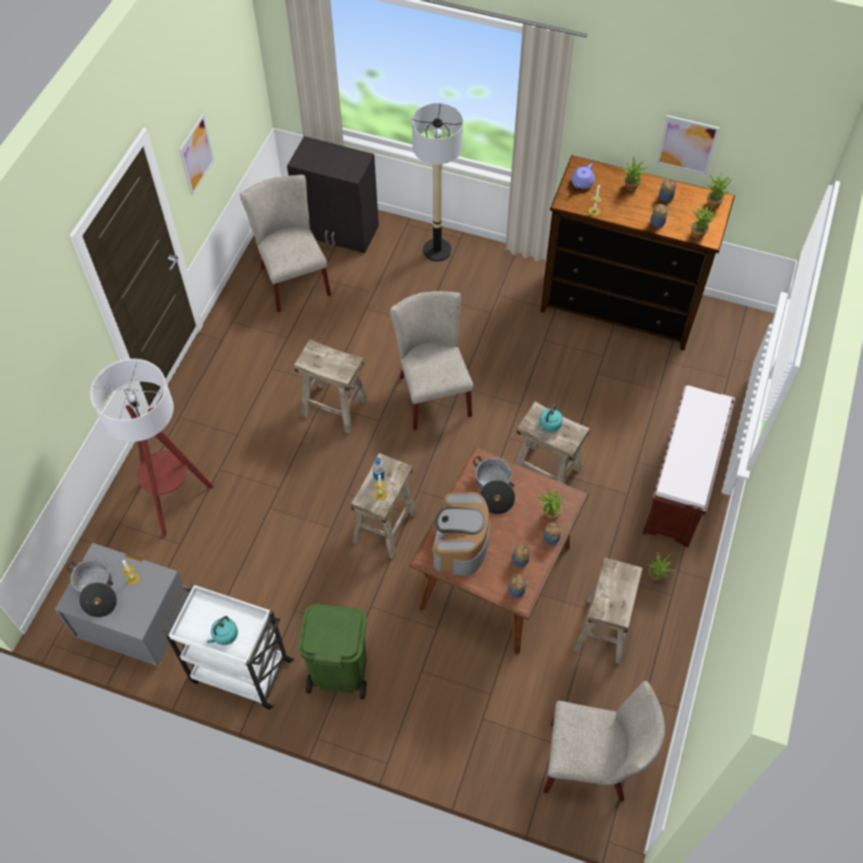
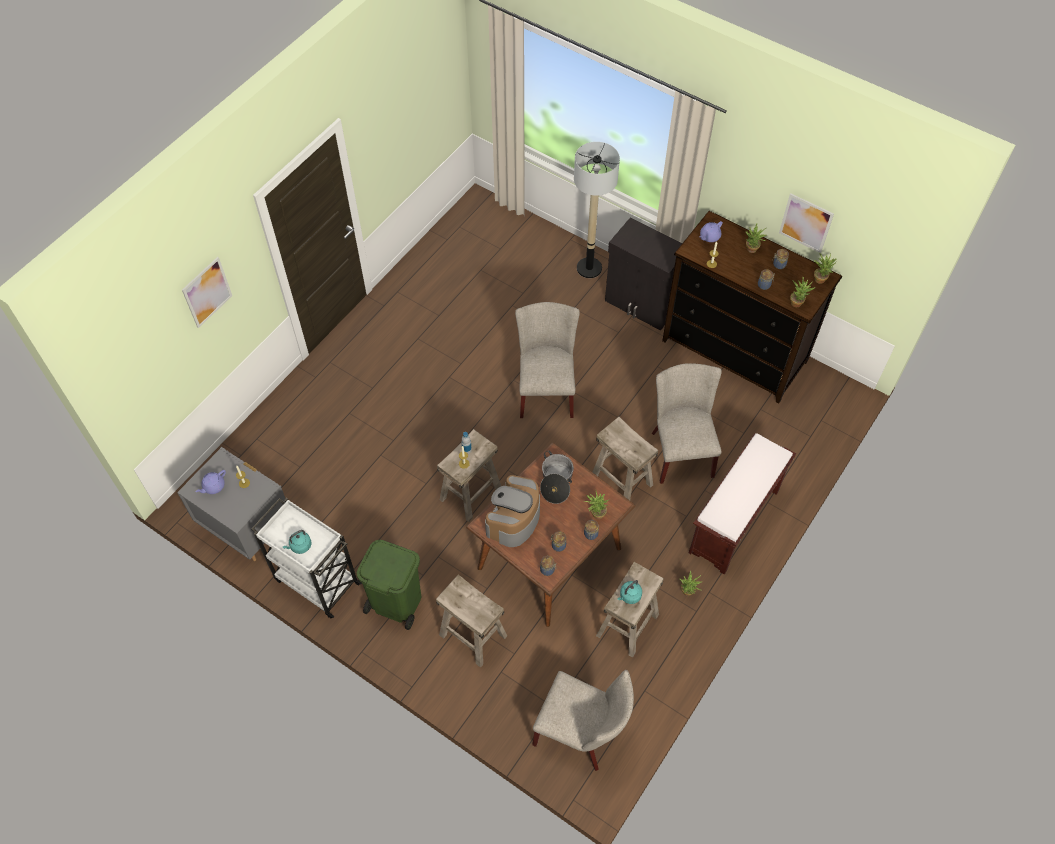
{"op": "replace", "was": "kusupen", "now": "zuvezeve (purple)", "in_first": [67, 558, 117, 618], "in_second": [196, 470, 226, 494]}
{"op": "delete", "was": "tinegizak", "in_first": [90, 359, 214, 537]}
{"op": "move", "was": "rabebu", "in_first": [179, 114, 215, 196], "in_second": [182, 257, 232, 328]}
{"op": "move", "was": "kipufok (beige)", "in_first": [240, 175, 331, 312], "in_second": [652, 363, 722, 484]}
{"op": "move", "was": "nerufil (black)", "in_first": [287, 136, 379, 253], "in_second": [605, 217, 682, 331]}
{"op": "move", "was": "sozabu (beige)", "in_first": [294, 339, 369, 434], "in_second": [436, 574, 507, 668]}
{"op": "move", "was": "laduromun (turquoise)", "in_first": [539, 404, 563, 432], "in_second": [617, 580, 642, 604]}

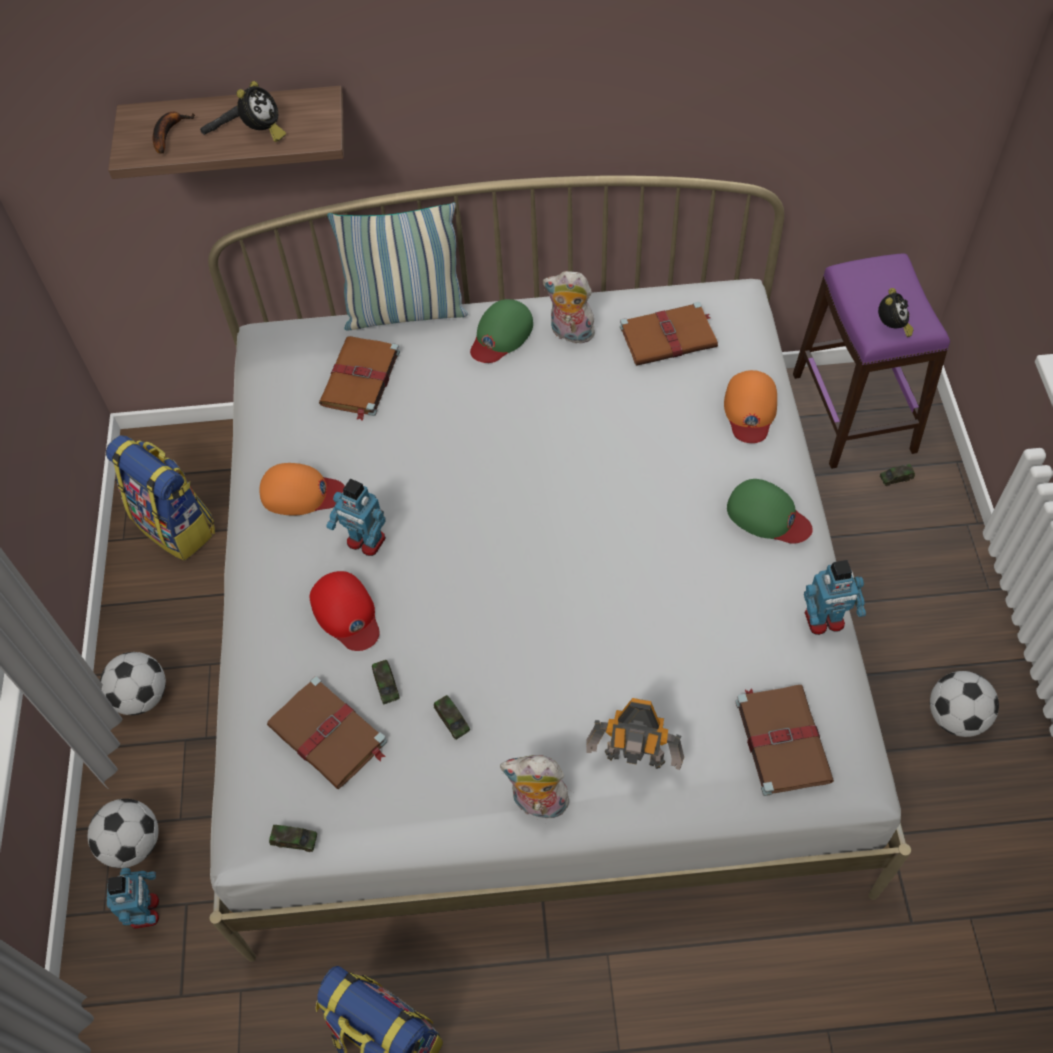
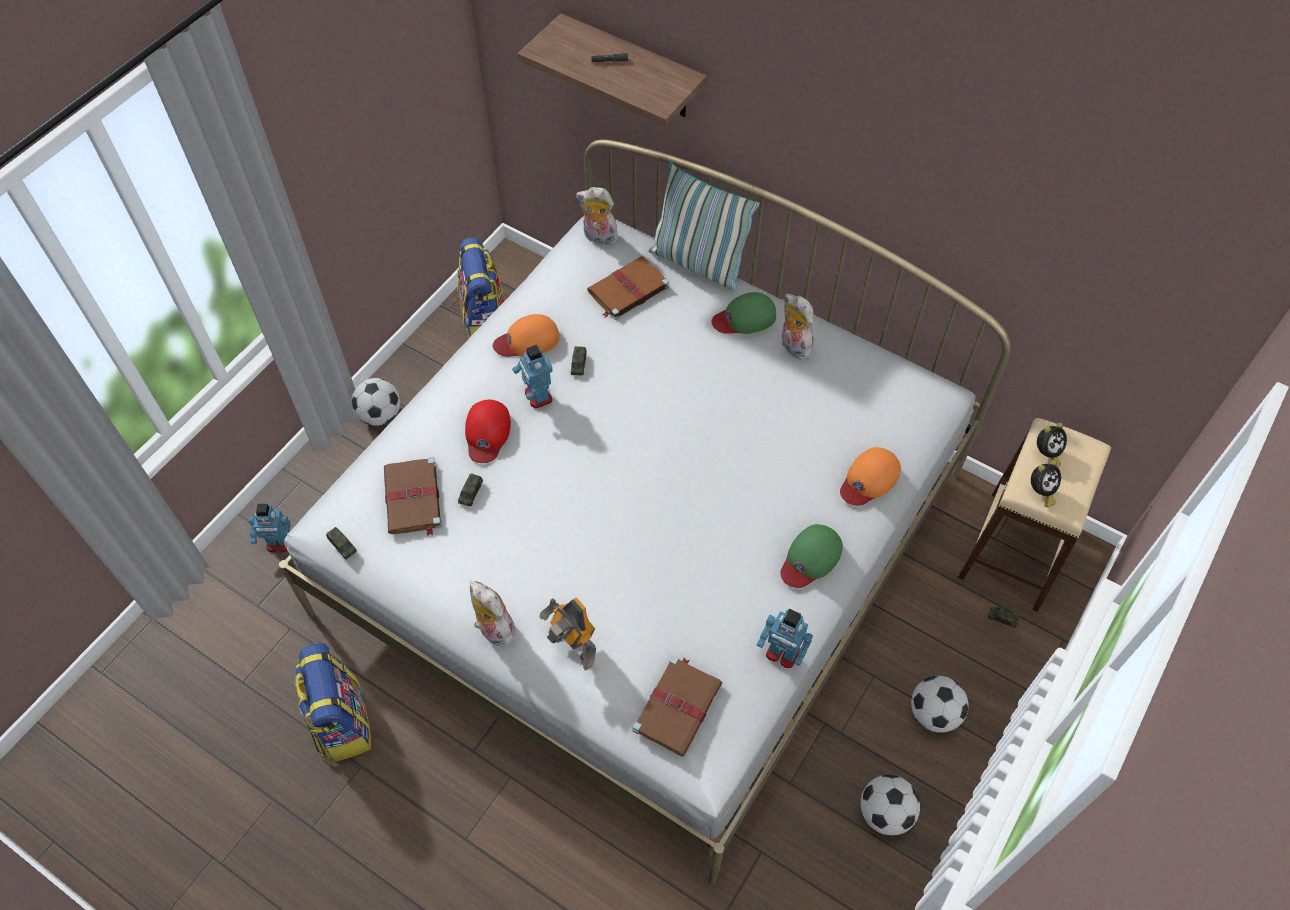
{"op": "move", "was": "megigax", "in_first": [88, 799, 158, 868], "in_second": [911, 676, 969, 733]}
{"op": "rotate", "was": "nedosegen", "in_first": [107, 868, 159, 929], "in_second": [248, 504, 291, 552], "clockwise": 60}
{"op": "delete", "was": "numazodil", "in_first": [153, 112, 195, 153]}
{"op": "move", "was": "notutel", "in_first": [236, 81, 286, 142], "in_second": [1037, 423, 1067, 467]}
{"op": "rotate", "was": "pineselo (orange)", "in_first": [259, 463, 345, 515], "in_second": [493, 314, 560, 357], "clockwise": 120}
{"op": "move", "was": "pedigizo", "in_first": [434, 695, 470, 740], "in_second": [571, 346, 587, 375]}
{"op": "delete", "was": "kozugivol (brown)", "in_first": [620, 302, 718, 366]}
{"op": "rotate", "was": "pineselo (green)", "in_first": [727, 479, 813, 544], "in_second": [781, 524, 843, 588], "clockwise": 60}
{"op": "recolor", "was": "sozabu (purple)", "now": "sozabu (beige)", "in_first": [793, 253, 950, 469], "in_second": [958, 418, 1111, 612]}
{"op": "insert", "now": "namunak", "in_second": [576, 187, 618, 245]}

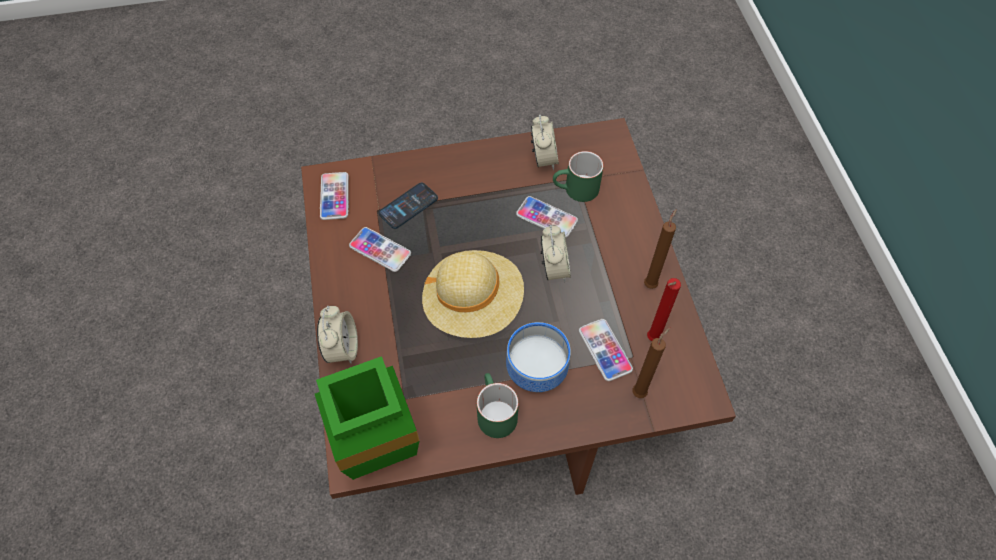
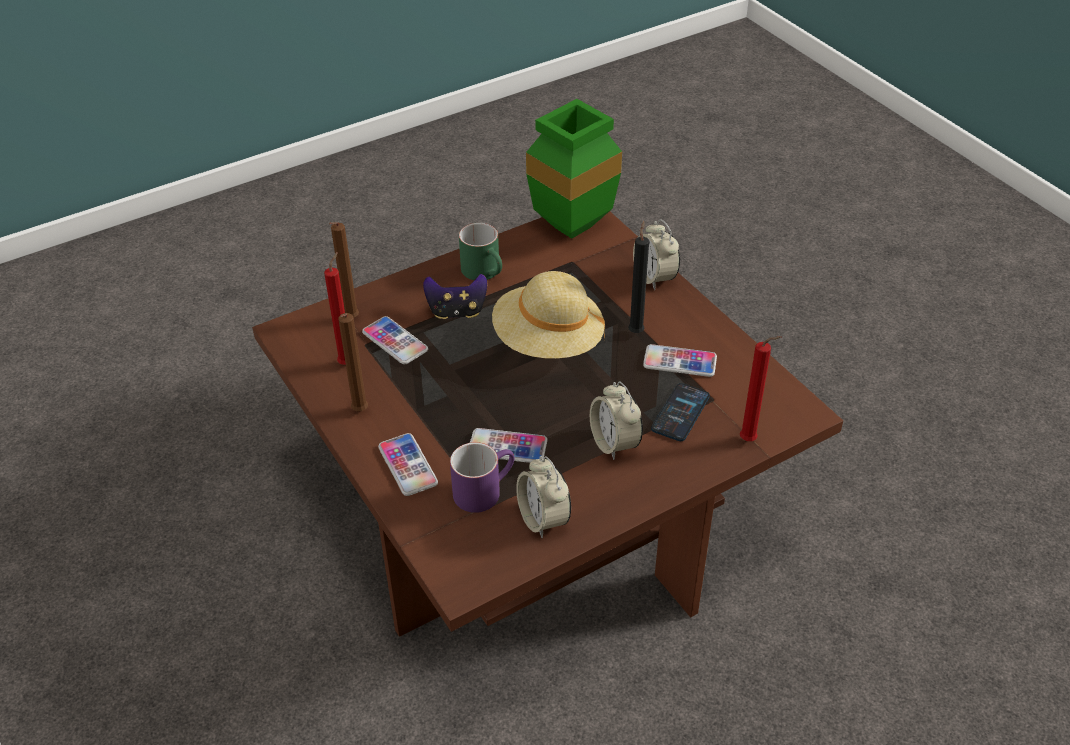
{"op": "move", "was": "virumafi", "in_first": [320, 172, 349, 220], "in_second": [378, 433, 438, 496]}
{"op": "replace", "was": "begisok", "now": "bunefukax", "in_first": [506, 322, 571, 392], "in_second": [423, 274, 487, 319]}
{"op": "move", "was": "notutel", "in_first": [541, 225, 571, 282], "in_second": [590, 381, 643, 460]}
{"op": "recolor", "was": "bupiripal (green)", "now": "bupiripal (purple)", "in_first": [553, 151, 604, 202], "in_second": [450, 442, 514, 513]}
{"op": "insert", "now": "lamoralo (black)", "in_second": [628, 221, 649, 333]}
{"op": "insert", "now": "lamoralo (red)", "in_second": [740, 336, 782, 441]}

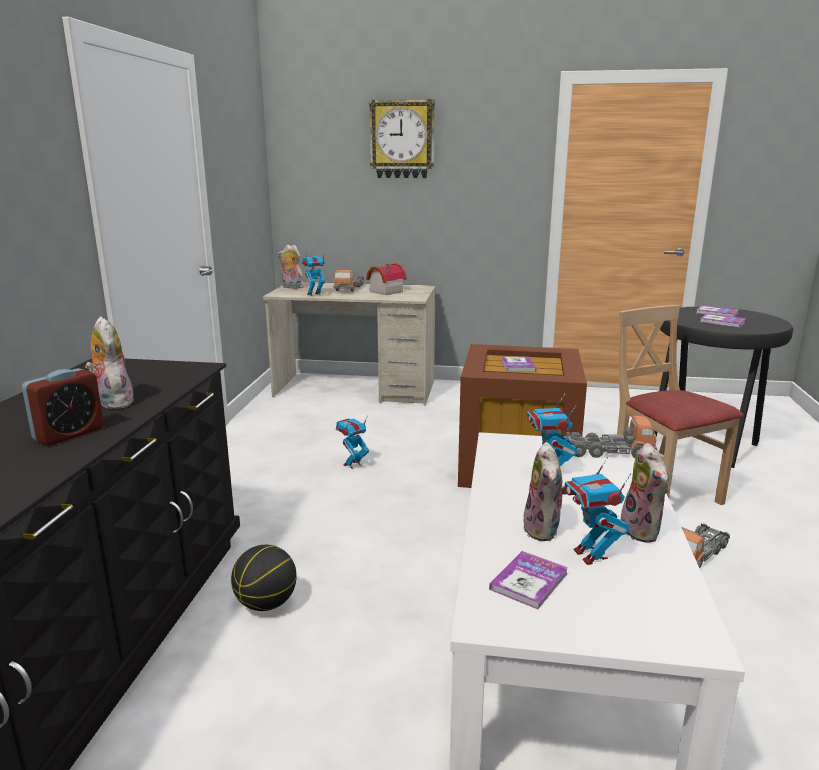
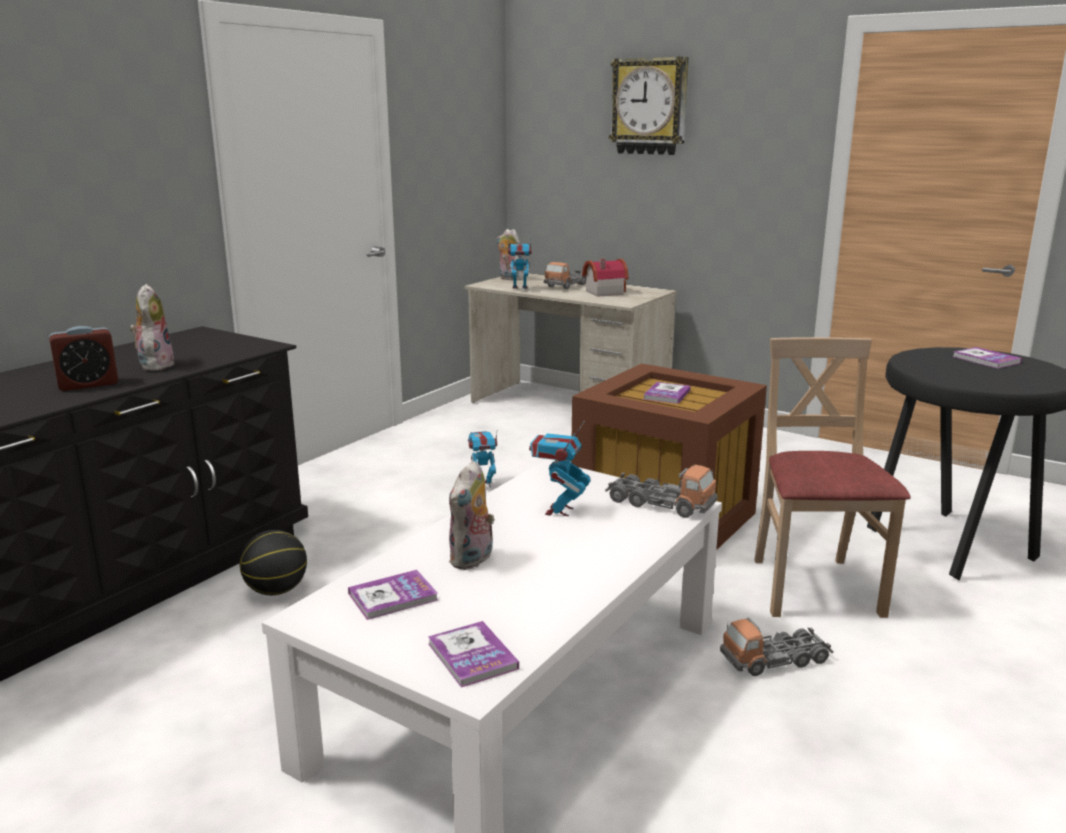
{"op": "delete", "was": "nedosegen", "in_first": [564, 456, 632, 565]}
{"op": "delete", "was": "namunak", "in_first": [621, 443, 669, 543]}
{"op": "move", "was": "kozugivol", "in_first": [700, 313, 746, 328], "in_second": [428, 621, 519, 688]}

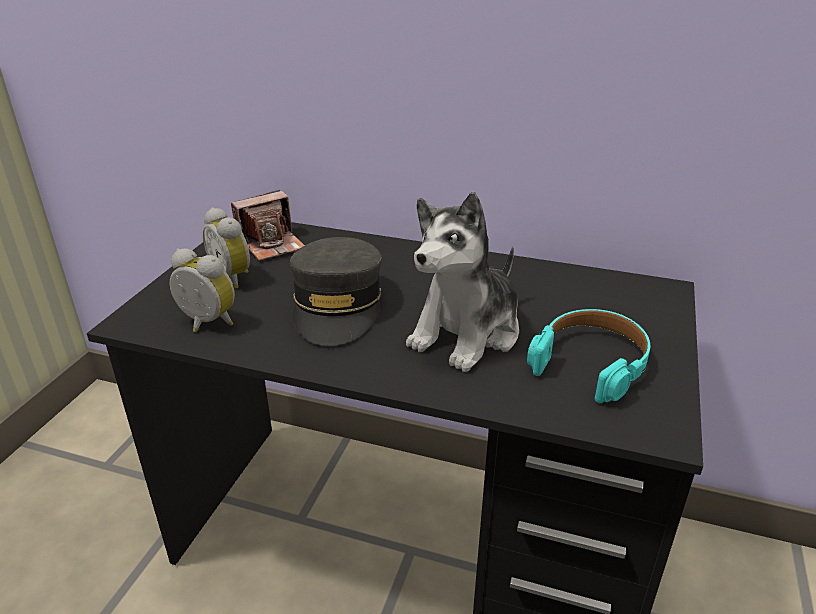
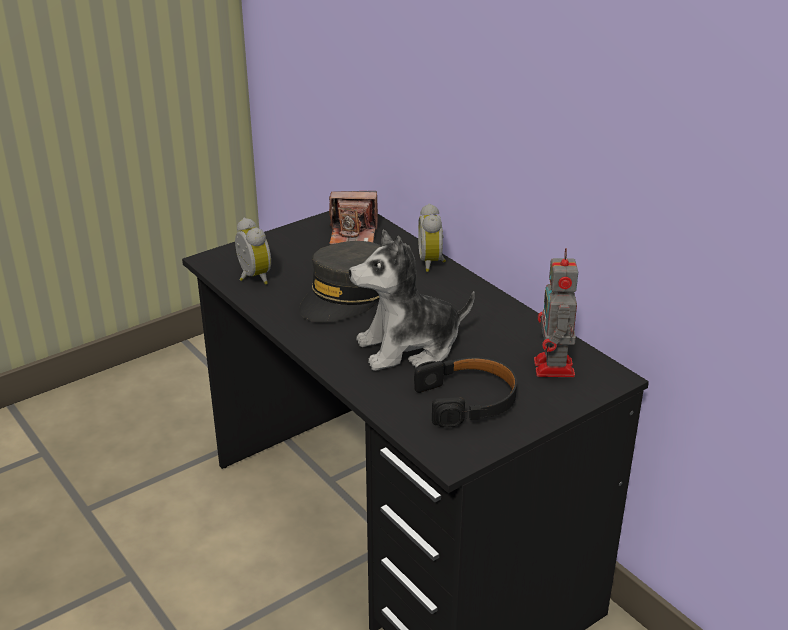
{"op": "move", "was": "notutel", "in_first": [203, 207, 250, 289], "in_second": [418, 203, 446, 272]}
{"op": "recolor", "was": "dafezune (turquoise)", "now": "dafezune (black)", "in_first": [527, 309, 650, 403], "in_second": [414, 357, 517, 427]}
{"op": "insert", "now": "nedosegen", "in_second": [534, 248, 578, 377]}

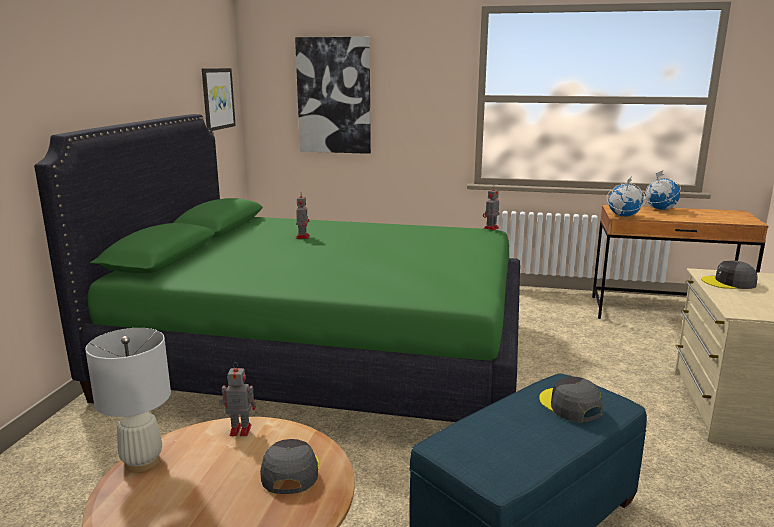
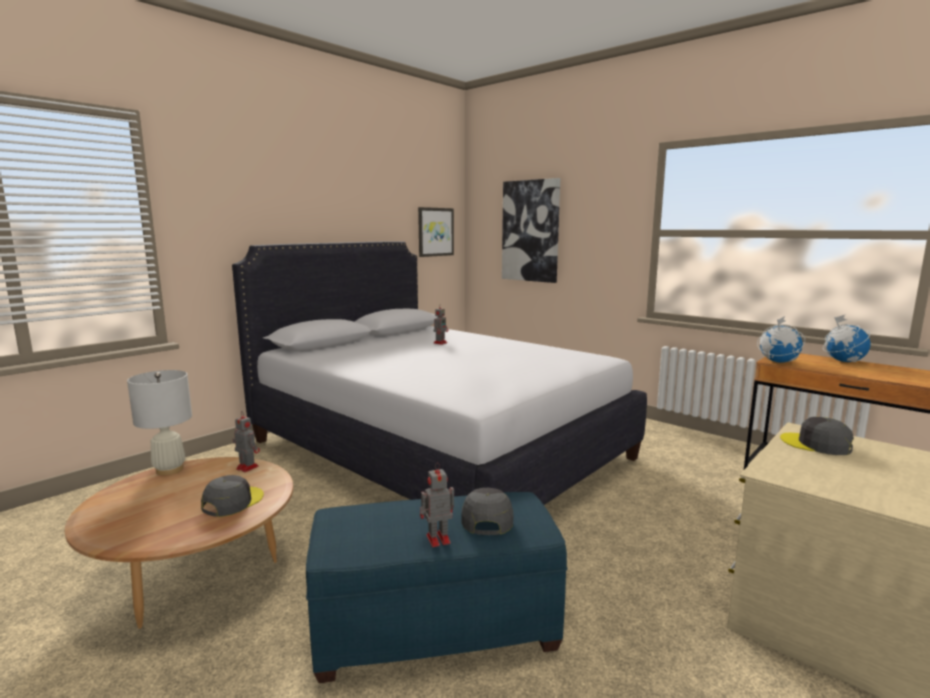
{"op": "recolor", "was": "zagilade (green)", "now": "zagilade (white)", "in_first": [34, 114, 520, 422], "in_second": [232, 241, 647, 505]}
{"op": "move", "was": "nedosegen", "in_first": [483, 185, 500, 230], "in_second": [420, 463, 454, 547]}

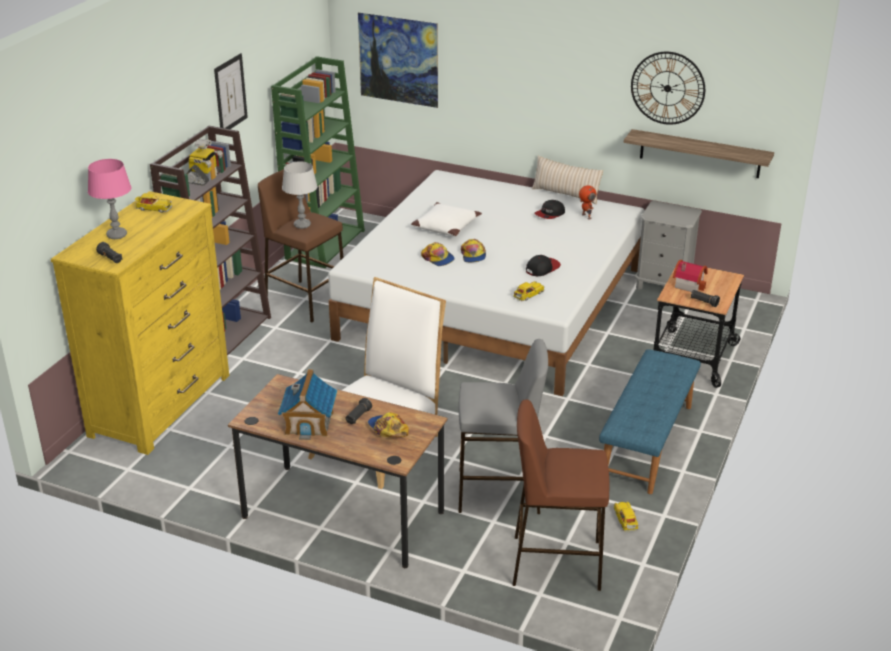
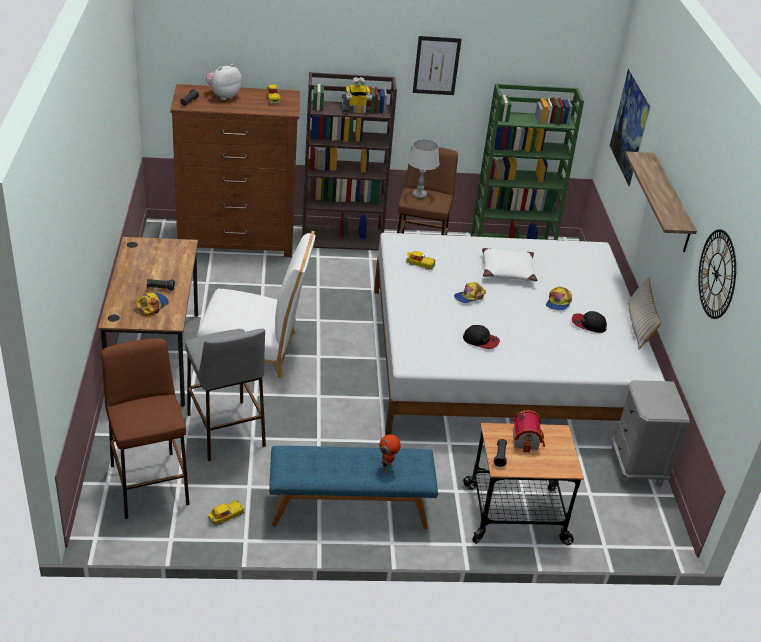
{"op": "recolor", "was": "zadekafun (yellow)", "now": "zadekafun (brown)", "in_first": [51, 191, 229, 455], "in_second": [170, 84, 300, 257]}
{"op": "replace", "was": "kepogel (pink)", "now": "namunak", "in_first": [88, 159, 131, 239], "in_second": [206, 64, 242, 100]}
{"op": "delete", "was": "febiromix", "in_first": [278, 369, 337, 440]}
{"op": "move", "was": "pineselo", "in_first": [421, 242, 455, 266], "in_second": [546, 286, 572, 310]}
{"op": "move", "was": "pedigizo", "in_first": [513, 281, 544, 301], "in_second": [406, 251, 436, 270]}
{"op": "move", "was": "nedosegen", "in_first": [579, 185, 596, 220], "in_second": [379, 435, 401, 473]}
{"op": "move", "was": "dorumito", "in_first": [624, 129, 774, 178], "in_second": [625, 151, 697, 252]}

